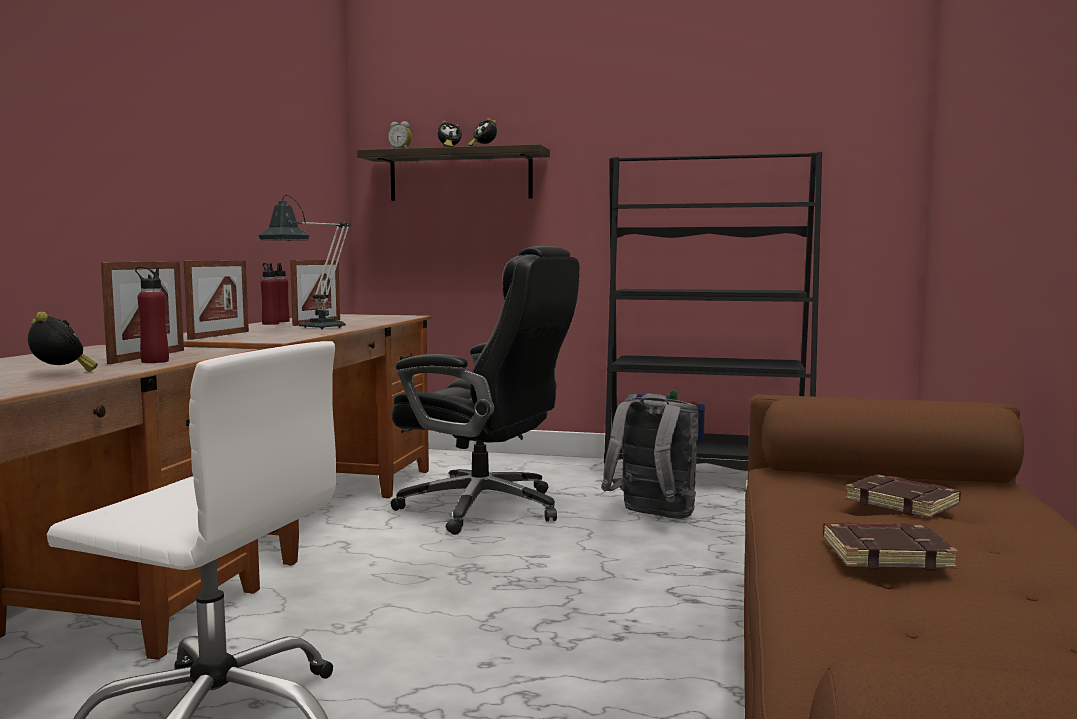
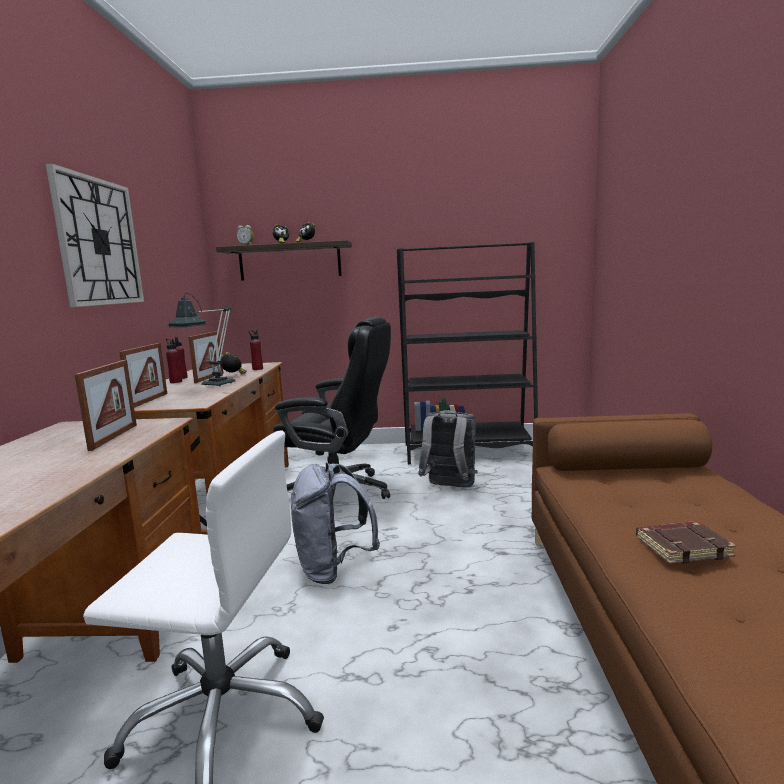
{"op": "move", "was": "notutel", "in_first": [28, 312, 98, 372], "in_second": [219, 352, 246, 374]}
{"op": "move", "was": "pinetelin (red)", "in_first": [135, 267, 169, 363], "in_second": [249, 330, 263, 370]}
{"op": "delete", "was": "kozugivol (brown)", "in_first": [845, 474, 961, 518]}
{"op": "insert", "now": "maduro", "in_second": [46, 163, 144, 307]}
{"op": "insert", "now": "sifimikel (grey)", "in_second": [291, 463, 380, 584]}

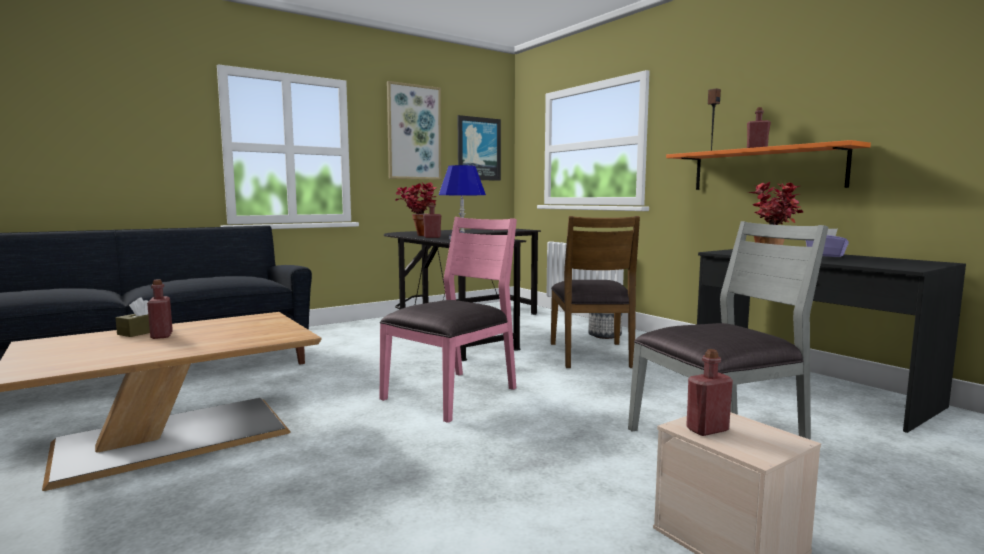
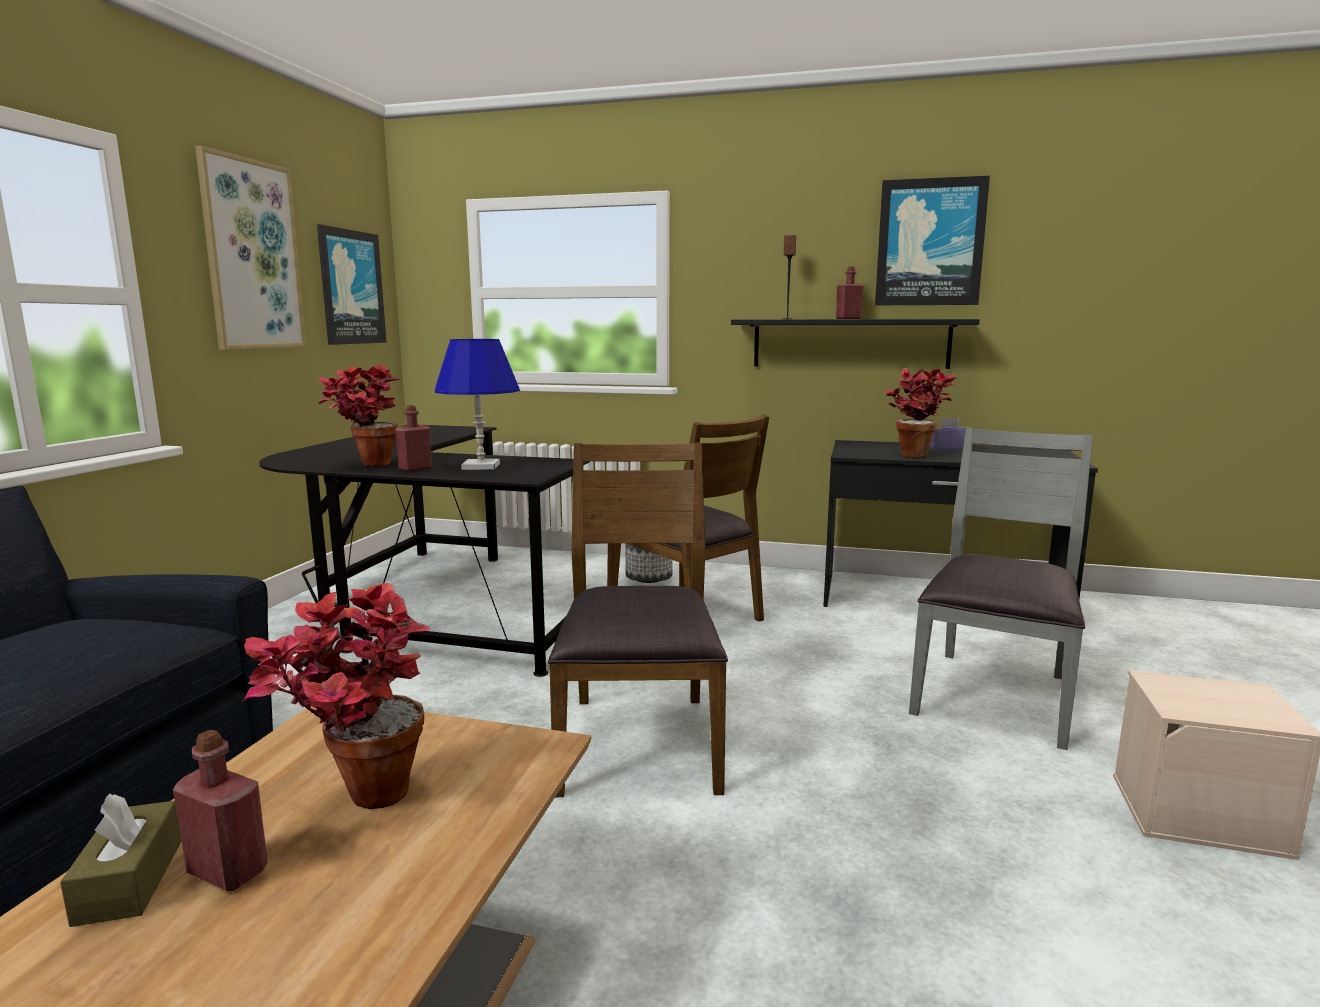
{"op": "recolor", "was": "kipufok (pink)", "now": "kipufok (brown)", "in_first": [380, 217, 517, 423], "in_second": [548, 443, 728, 797]}
{"op": "recolor", "was": "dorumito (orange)", "now": "dorumito (black)", "in_first": [666, 140, 871, 190], "in_second": [731, 319, 979, 369]}
{"op": "delete", "was": "pinetelin (red)", "in_first": [686, 349, 733, 436]}
{"op": "insert", "now": "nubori", "in_second": [242, 583, 431, 809]}
{"op": "insert", "now": "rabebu", "in_second": [875, 176, 990, 305]}

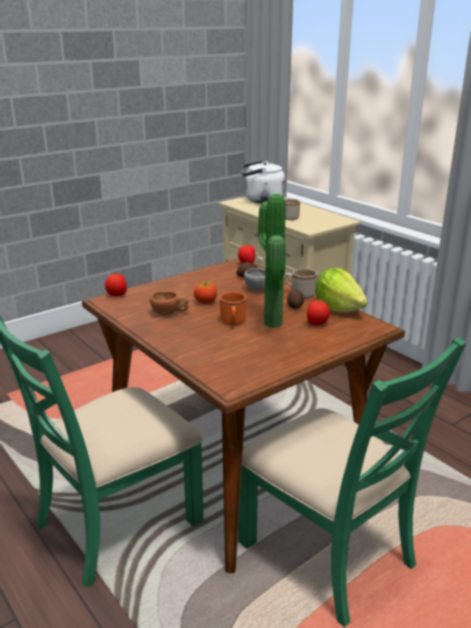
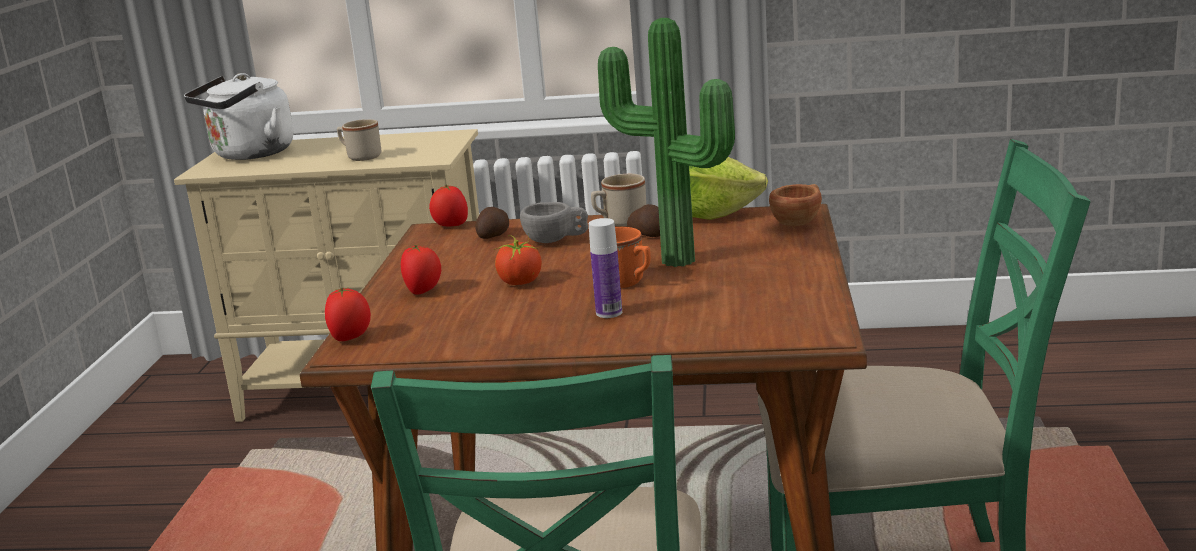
{"op": "move", "was": "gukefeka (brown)", "in_first": [150, 291, 189, 315], "in_second": [769, 184, 822, 226]}
{"op": "move", "was": "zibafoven", "in_first": [307, 299, 330, 325], "in_second": [401, 245, 441, 294]}
{"op": "insert", "now": "pinetelin", "in_second": [589, 218, 622, 318]}

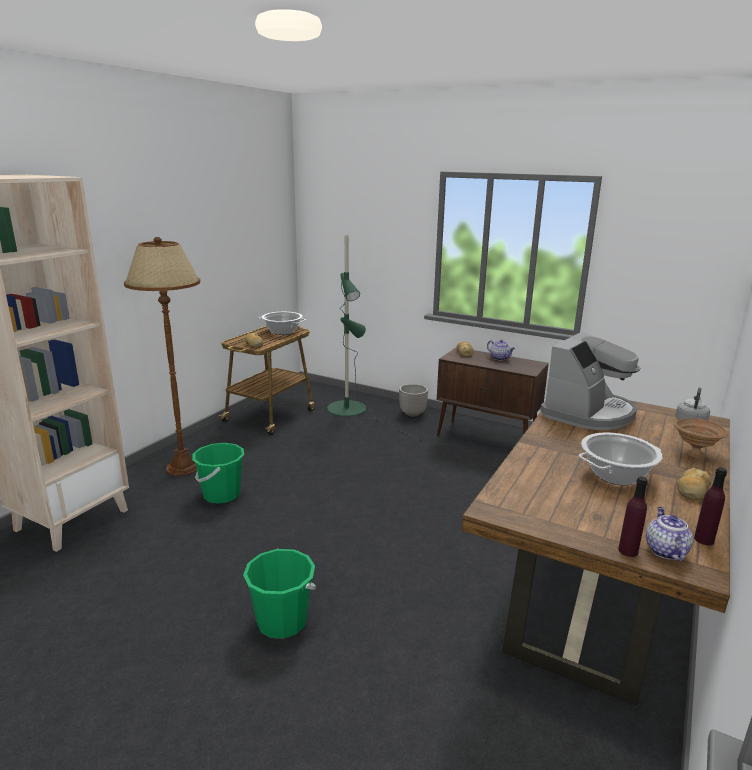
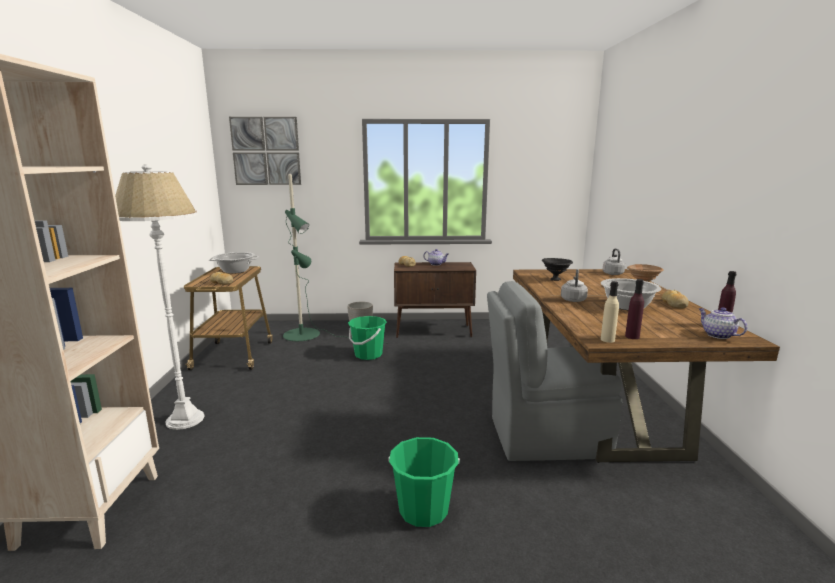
{"op": "recolor", "was": "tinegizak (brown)", "now": "tinegizak (white)", "in_first": [124, 237, 200, 476], "in_second": [115, 164, 205, 430]}
{"op": "move", "was": "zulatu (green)", "in_first": [192, 443, 244, 504], "in_second": [348, 316, 387, 360]}
{"op": "replace", "was": "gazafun", "now": "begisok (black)", "in_first": [540, 332, 640, 430], "in_second": [542, 258, 573, 281]}
{"op": "move", "was": "pinetelin (purple)", "in_first": [618, 476, 648, 557], "in_second": [625, 279, 644, 339]}
{"op": "insert", "now": "rabebu", "in_second": [229, 117, 301, 185]}
{"op": "insert", "now": "kipufok (grey)", "in_second": [487, 281, 622, 461]}
{"op": "insert", "now": "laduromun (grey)", "in_second": [561, 269, 588, 302]}
{"op": "insert", "now": "pinetelin (beige)", "in_second": [601, 281, 619, 343]}

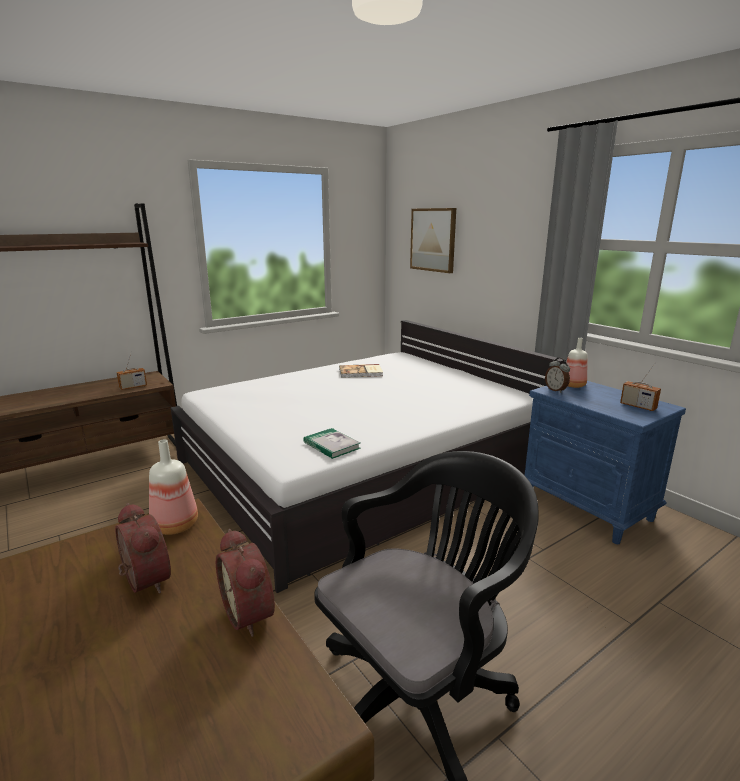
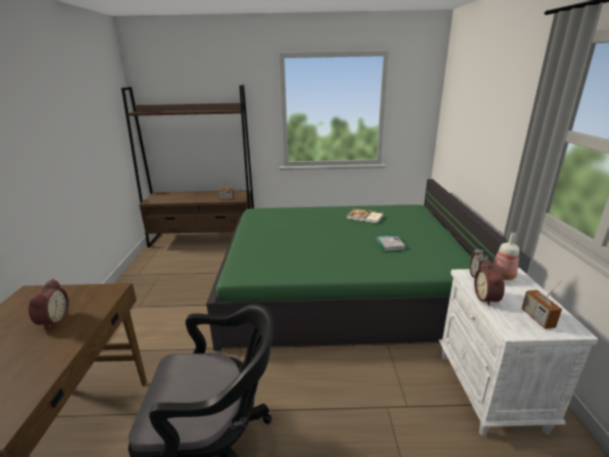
{"op": "delete", "was": "pinetelin", "in_first": [149, 439, 198, 535]}
{"op": "recolor", "was": "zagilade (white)", "now": "zagilade (green)", "in_first": [170, 320, 565, 593], "in_second": [206, 179, 508, 351]}
{"op": "move", "was": "notutel", "in_first": [216, 529, 275, 637], "in_second": [474, 261, 505, 306]}
{"op": "move", "was": "kozugivol", "in_first": [303, 428, 361, 459], "in_second": [375, 234, 406, 252]}
{"op": "delete", "was": "rabebu", "in_first": [410, 208, 456, 273]}
{"op": "recolor", "was": "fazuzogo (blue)", "now": "fazuzogo (white)", "in_first": [525, 381, 686, 544], "in_second": [439, 268, 598, 436]}

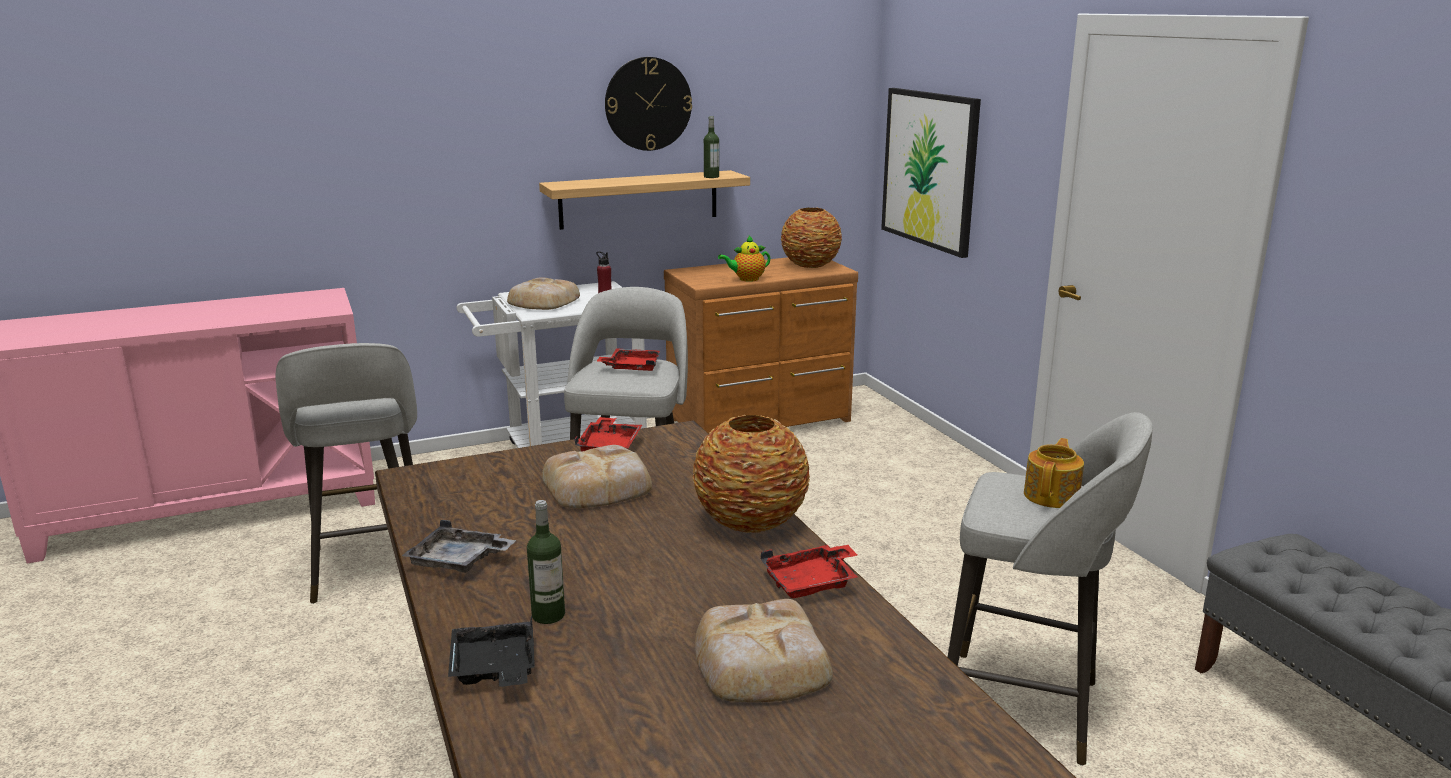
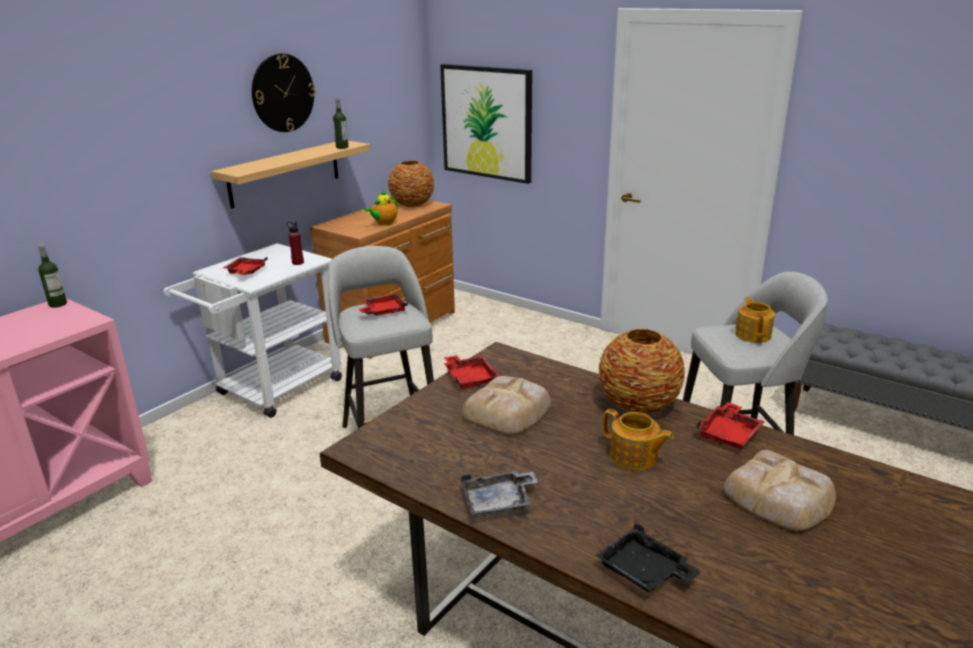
{"op": "delete", "was": "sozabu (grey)", "in_first": [275, 343, 417, 604]}
{"op": "replace", "was": "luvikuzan", "now": "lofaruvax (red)", "in_first": [507, 277, 580, 310], "in_second": [223, 257, 267, 275]}
{"op": "move", "was": "pinetelin", "in_first": [527, 500, 565, 624], "in_second": [38, 245, 67, 308]}
{"op": "insert", "now": "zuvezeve", "in_second": [602, 409, 674, 470]}

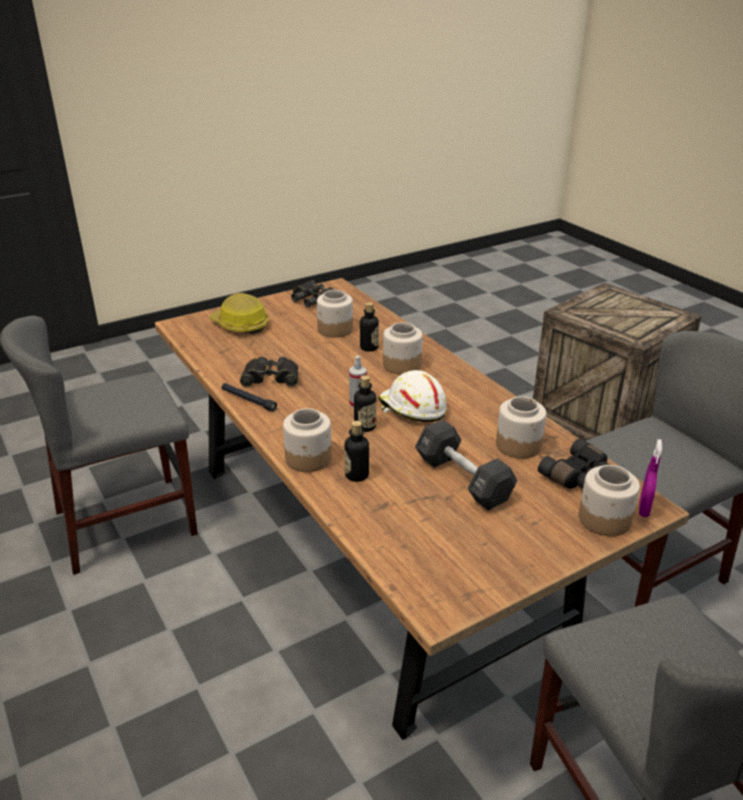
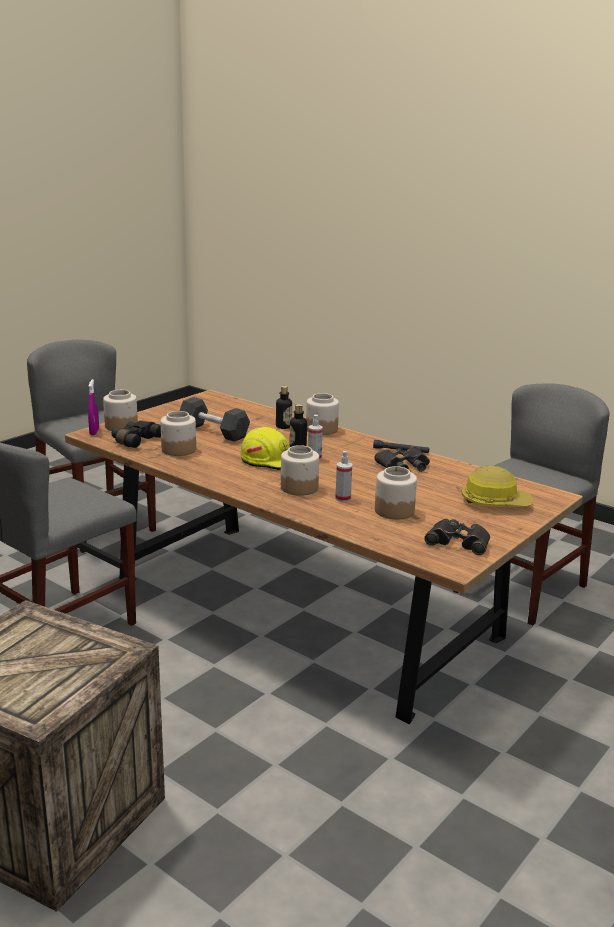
{"op": "replace", "was": "pinetelin", "now": "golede", "in_first": [360, 302, 379, 352], "in_second": [335, 451, 352, 502]}
{"op": "recolor", "was": "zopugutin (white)", "now": "zopugutin (yellow)", "in_first": [379, 370, 446, 422], "in_second": [240, 427, 290, 471]}

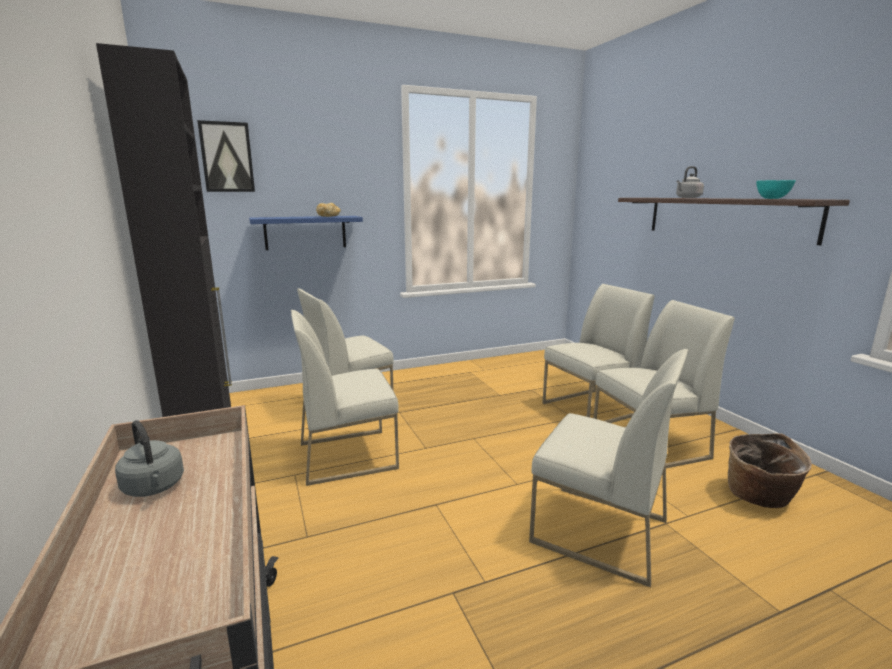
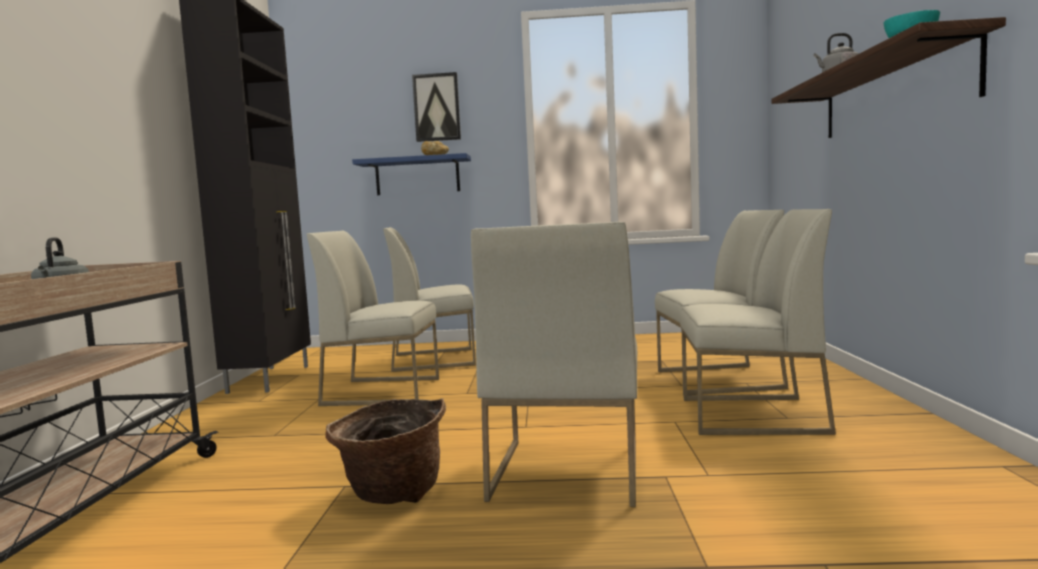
{"op": "move", "was": "rabebu", "in_first": [197, 120, 255, 192], "in_second": [412, 72, 461, 142]}
{"op": "rotate", "was": "kipufok (white)", "in_first": [529, 349, 689, 587], "in_second": [471, 222, 637, 507], "clockwise": 45}
{"op": "move", "was": "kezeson", "in_first": [728, 433, 812, 508], "in_second": [325, 398, 446, 504]}

